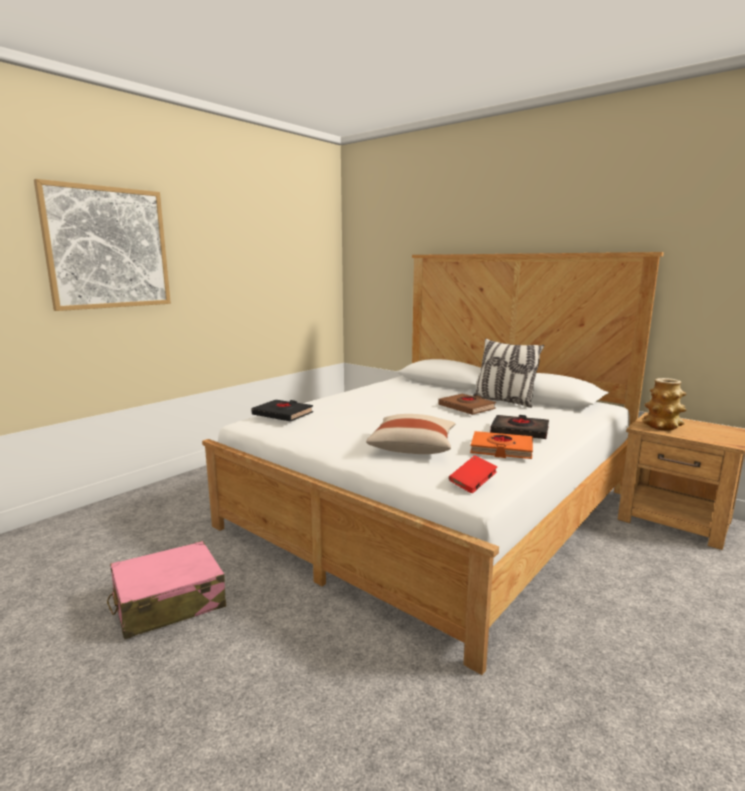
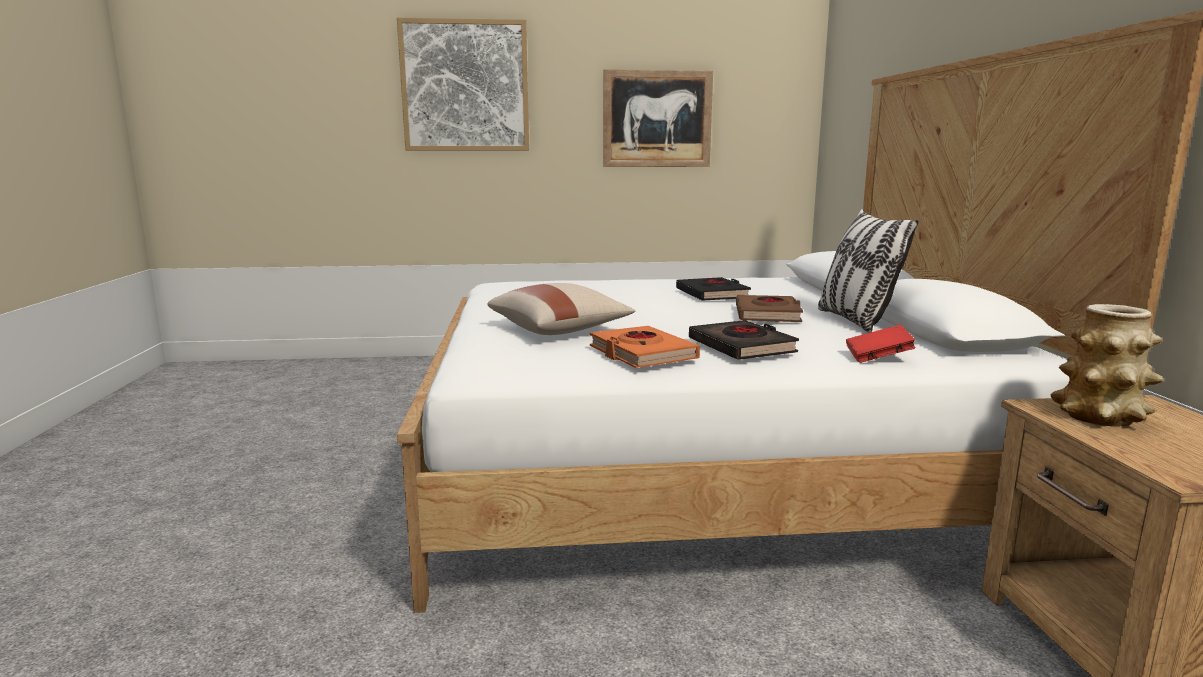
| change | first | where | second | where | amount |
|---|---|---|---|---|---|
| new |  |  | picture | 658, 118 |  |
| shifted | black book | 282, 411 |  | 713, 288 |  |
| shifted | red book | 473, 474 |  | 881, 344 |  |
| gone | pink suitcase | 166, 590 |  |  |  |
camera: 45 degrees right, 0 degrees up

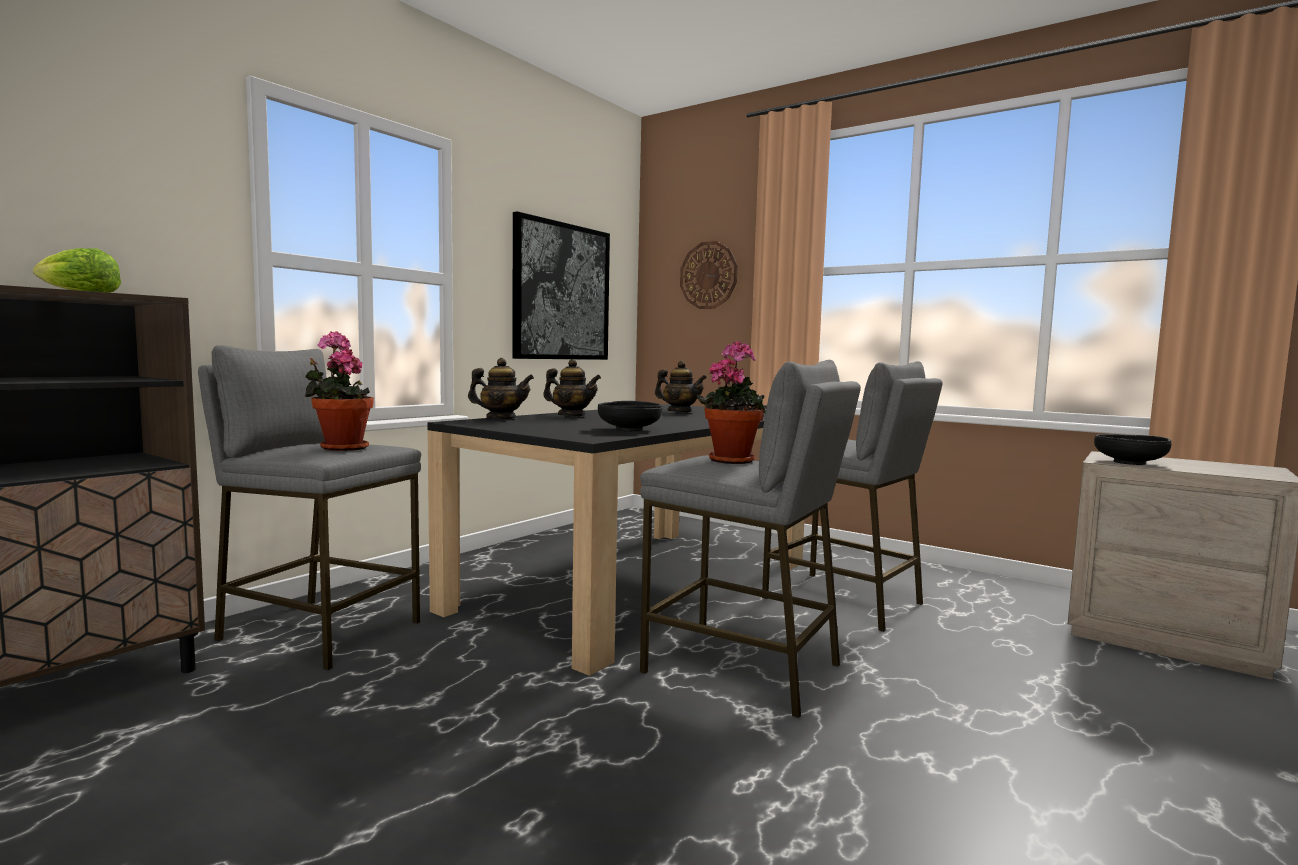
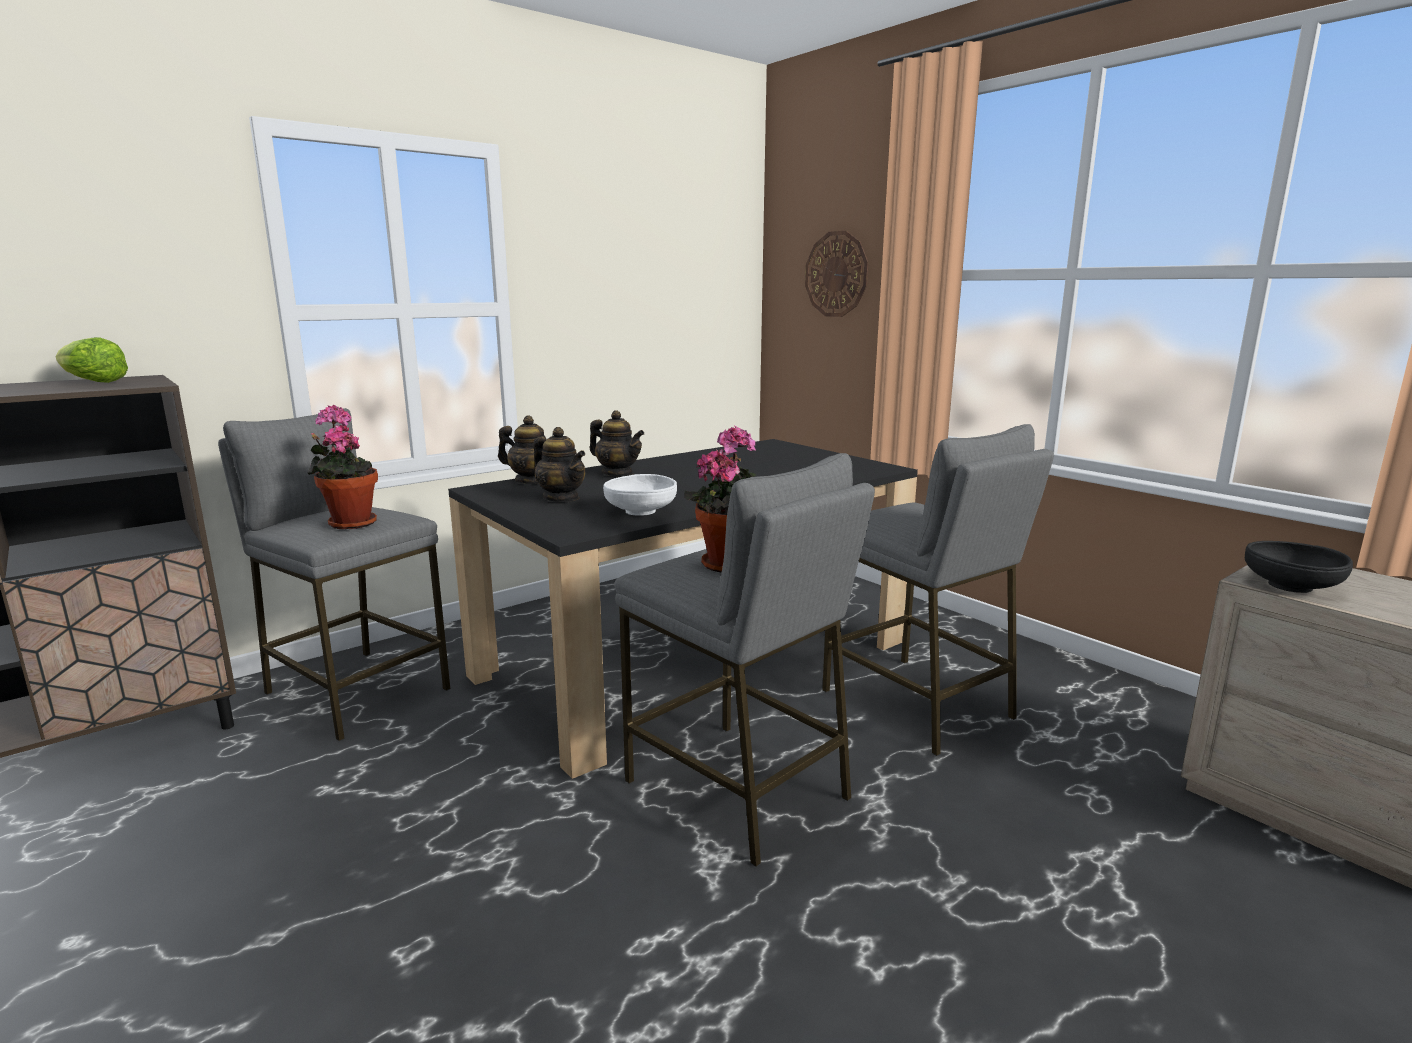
| change | first | where | second | where | amount |
|---|---|---|---|---|---|
| shifted | teapot | 681, 386 |  | 559, 464 |  |
| repainted | black bowl | 630, 416 | white bowl | 640, 495 |  |
| gone | picture | 561, 285 |  |  |  |
camera: 15 degrees right, 10 degrees up

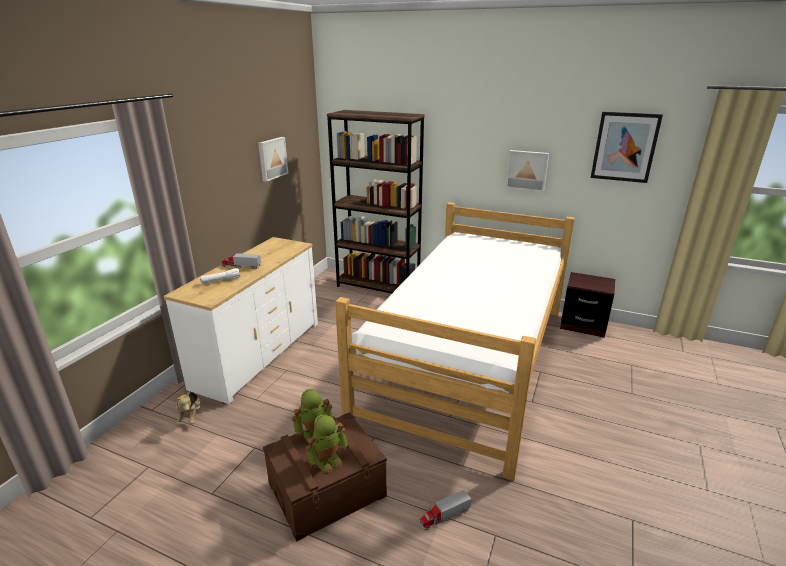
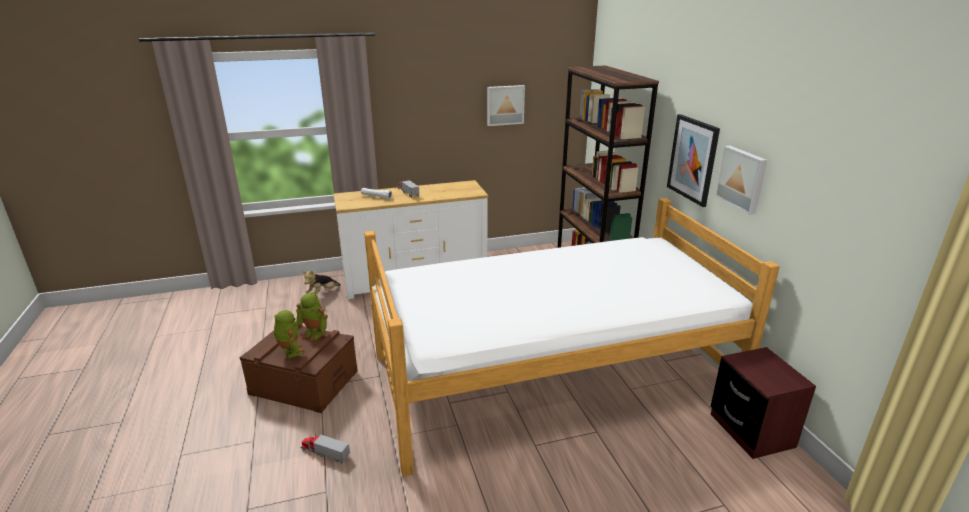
| change | first | where | second | where | amount |
|---|---|---|---|---|---|
| rotated | toy robot | 326, 444 |  | 289, 334 | 135 degrees counterclockwise |
| shifted | picture | 627, 147 |  | 693, 160 |  |
camera: 50 degrees right, 0 degrees up

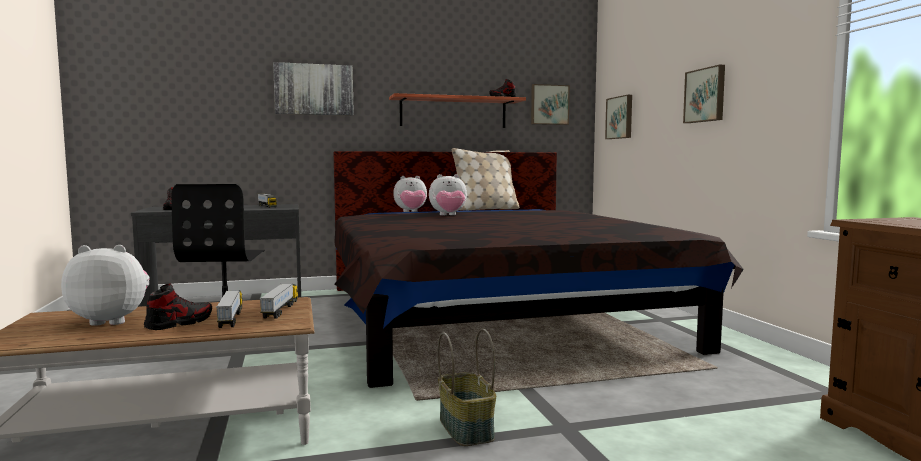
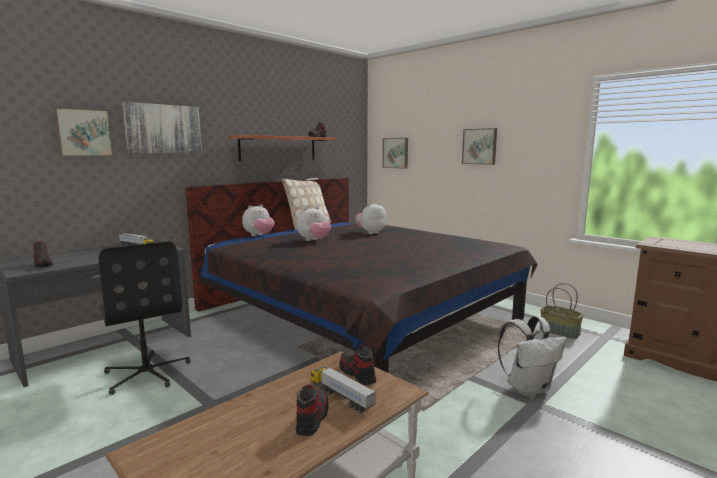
| change | first | where | second | where | amount |
|---|---|---|---|---|---|
| shifted | picture | 550, 104 |  | 83, 132 |  |
| swapped | toy truck | 279, 301 | shoe | 358, 364 |  |
| shifted | plush toy | 105, 285 |  | 371, 218 |  |
| new |  |  | white backpack | 532, 356 |  |
| shifted | basket | 466, 387 |  | 561, 311 |  |
camera: 30 degrees left, 5 degrees up

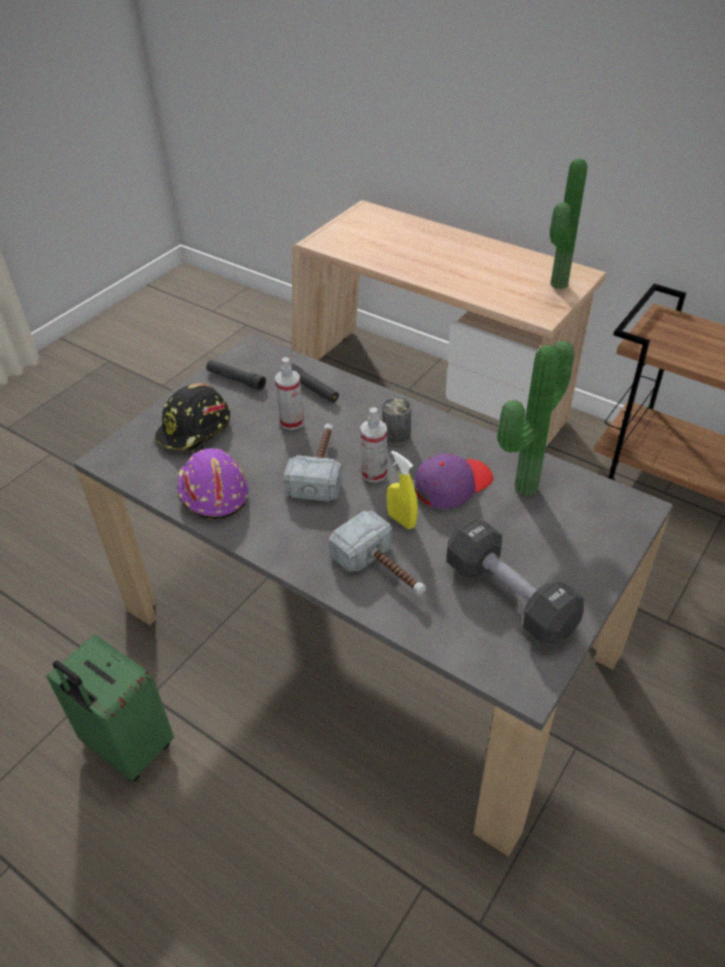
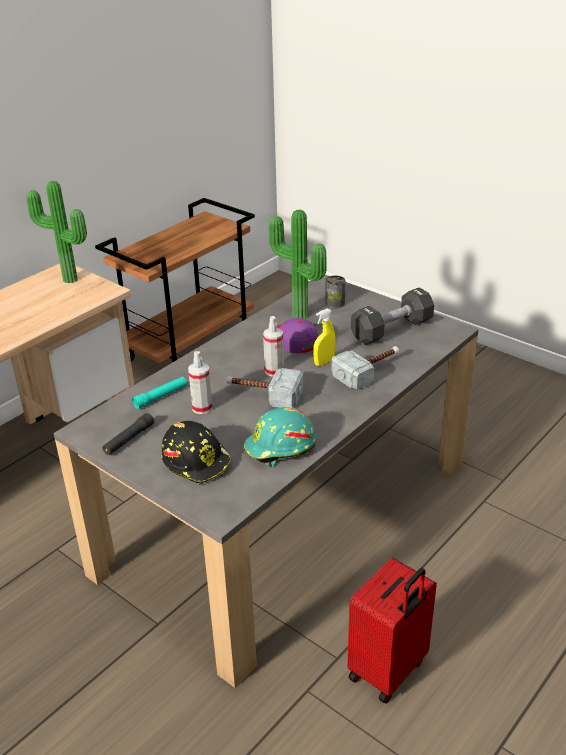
| change | first | where | second | where | amount |
|---|---|---|---|---|---|
| repainted | black flashlight | 314, 383 | turquoise flashlight | 159, 393 |  |
| repainted | purple hard hat | 212, 483 | turquoise hard hat | 280, 437 |  |
| shifted | can | 396, 421 |  | 335, 291 |  |
| repainted | green suitcase | 110, 708 | red suitcase | 392, 631 |  |
camera: 85 degrees left, 10 degrees down

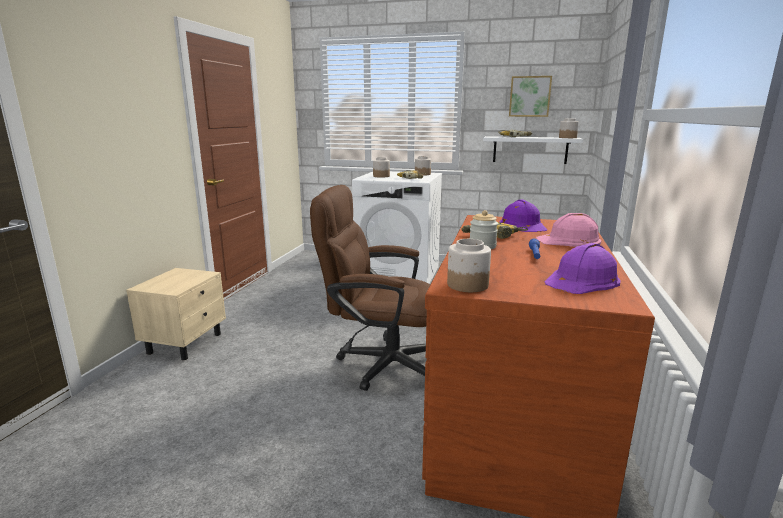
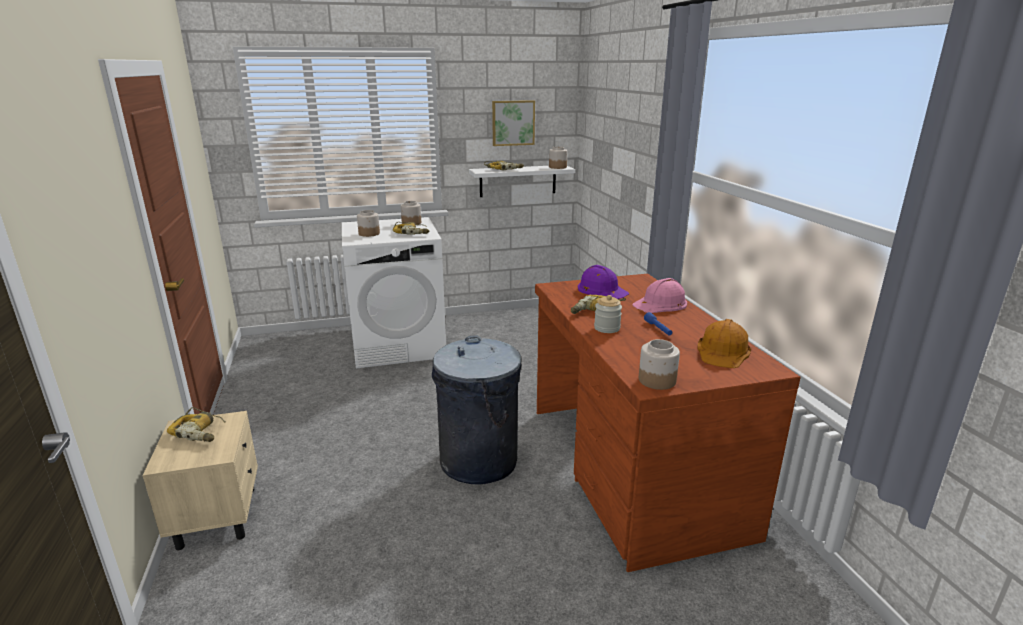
| change | first | where | second | where | amount |
|---|---|---|---|---|---|
| new |  |  | power drill | 196, 424 |  |
| swapped | brown office chair | 370, 288 | grey trash can | 476, 410 |  |
| repainted | purple hard hat | 583, 268 | orange hard hat | 724, 343 |  |
camera: 30 degrees left, 5 degrees up

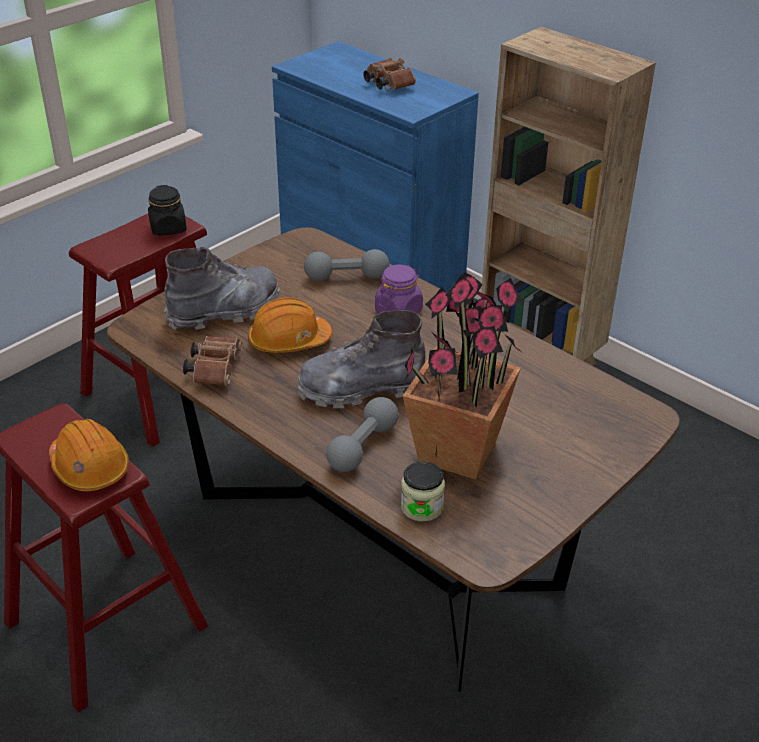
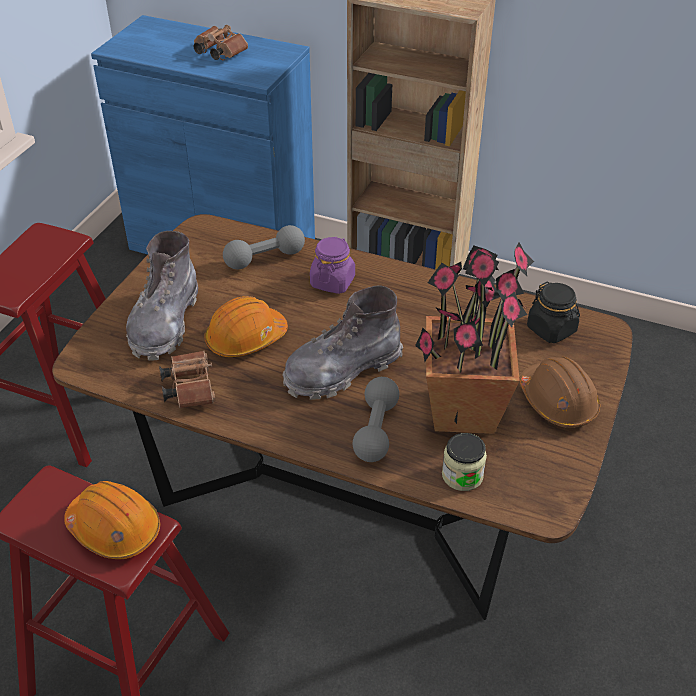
| change | first | where | second | where | amount |
|---|---|---|---|---|---|
| rotated | grey boot | 222, 288 |  | 162, 296 | 150 degrees clockwise |
| new |  |  | brown hard hat | 559, 392 |  |
| shifted | black jar | 167, 210 |  | 553, 312 |  |
camera: 20 degrees left, 5 degrees up

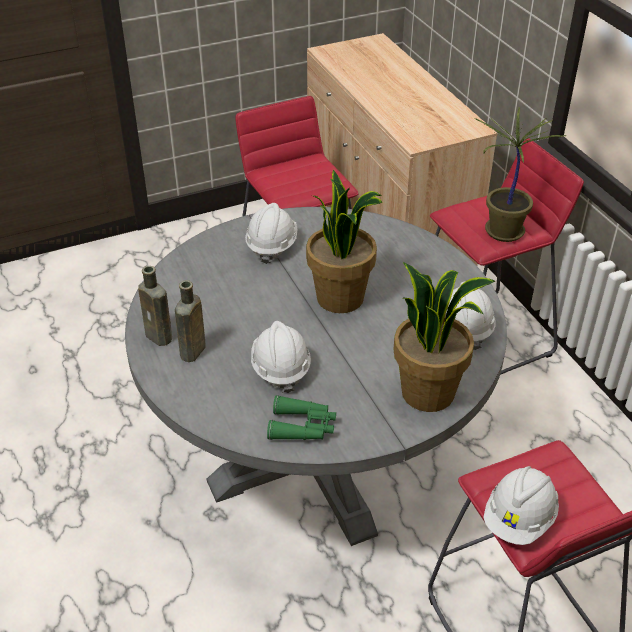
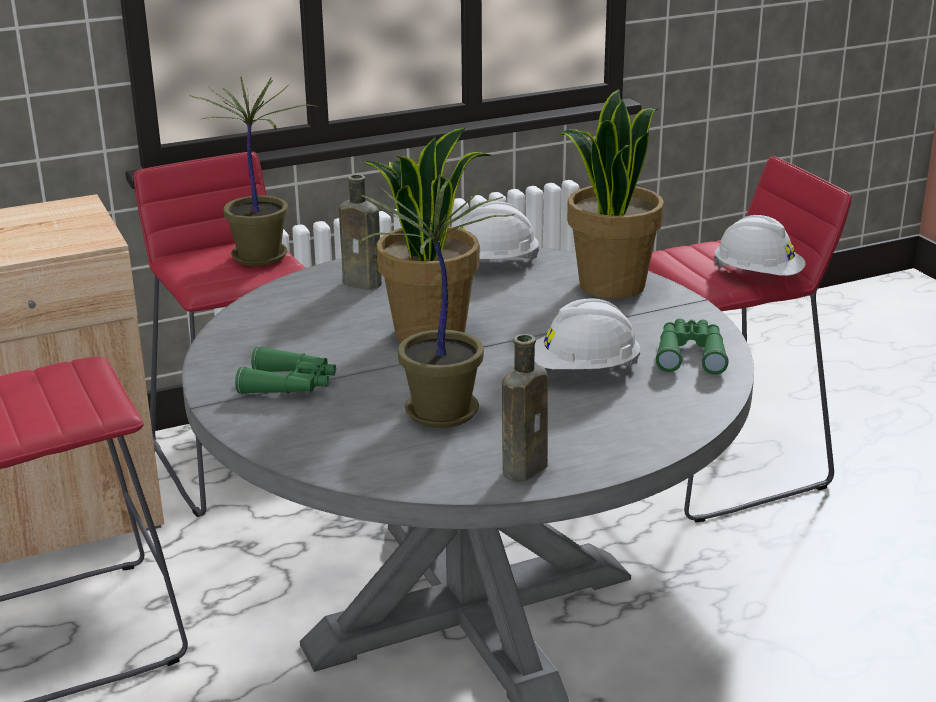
| change | first | where | second | where | amount |
|---|---|---|---|---|---|
| swapped | white hard hat | 271, 233 | green binoculars | 285, 370 |  |
| shifted | brown bottle | 190, 321 |  | 360, 232 |  |
| new |  |  | potted plant | 438, 301 |  |
camera: 90 degrees left, 15 degrees down

